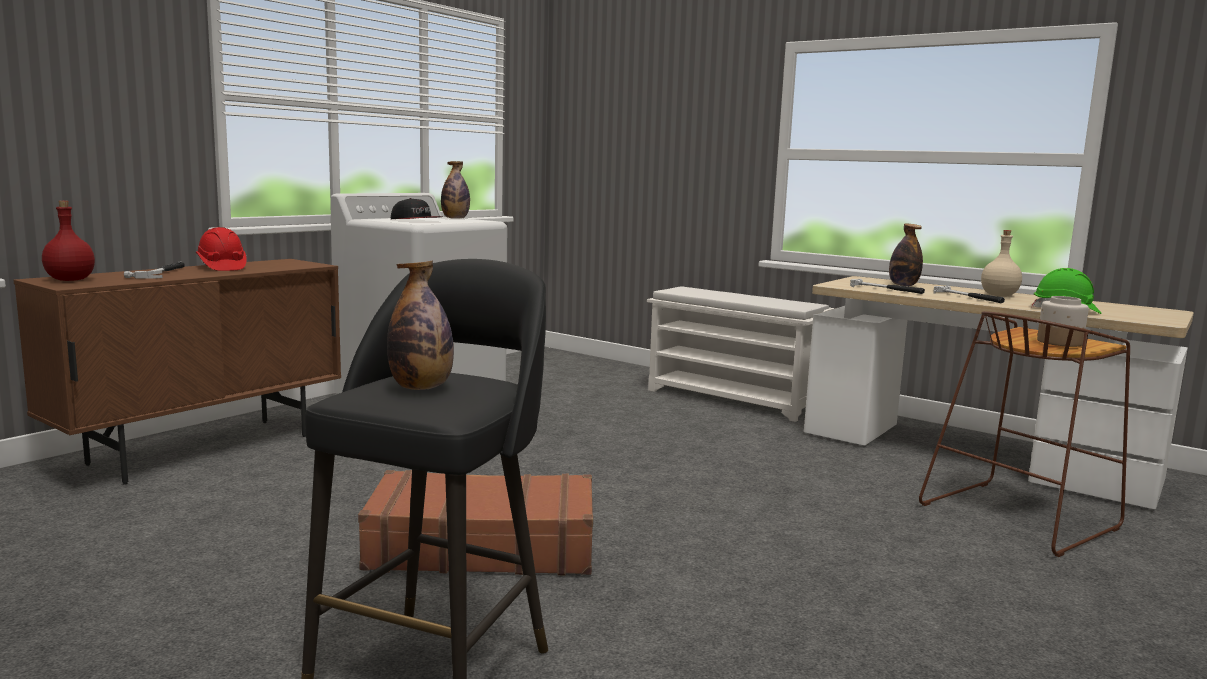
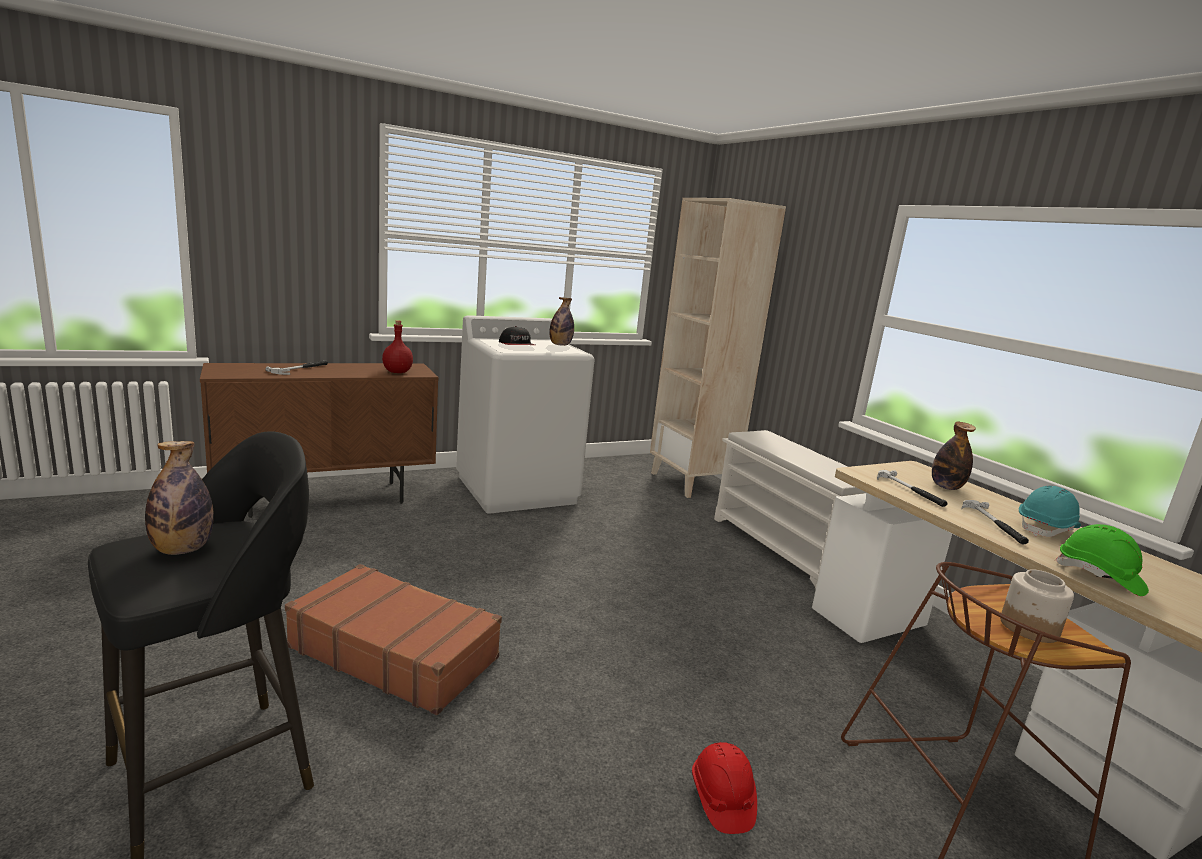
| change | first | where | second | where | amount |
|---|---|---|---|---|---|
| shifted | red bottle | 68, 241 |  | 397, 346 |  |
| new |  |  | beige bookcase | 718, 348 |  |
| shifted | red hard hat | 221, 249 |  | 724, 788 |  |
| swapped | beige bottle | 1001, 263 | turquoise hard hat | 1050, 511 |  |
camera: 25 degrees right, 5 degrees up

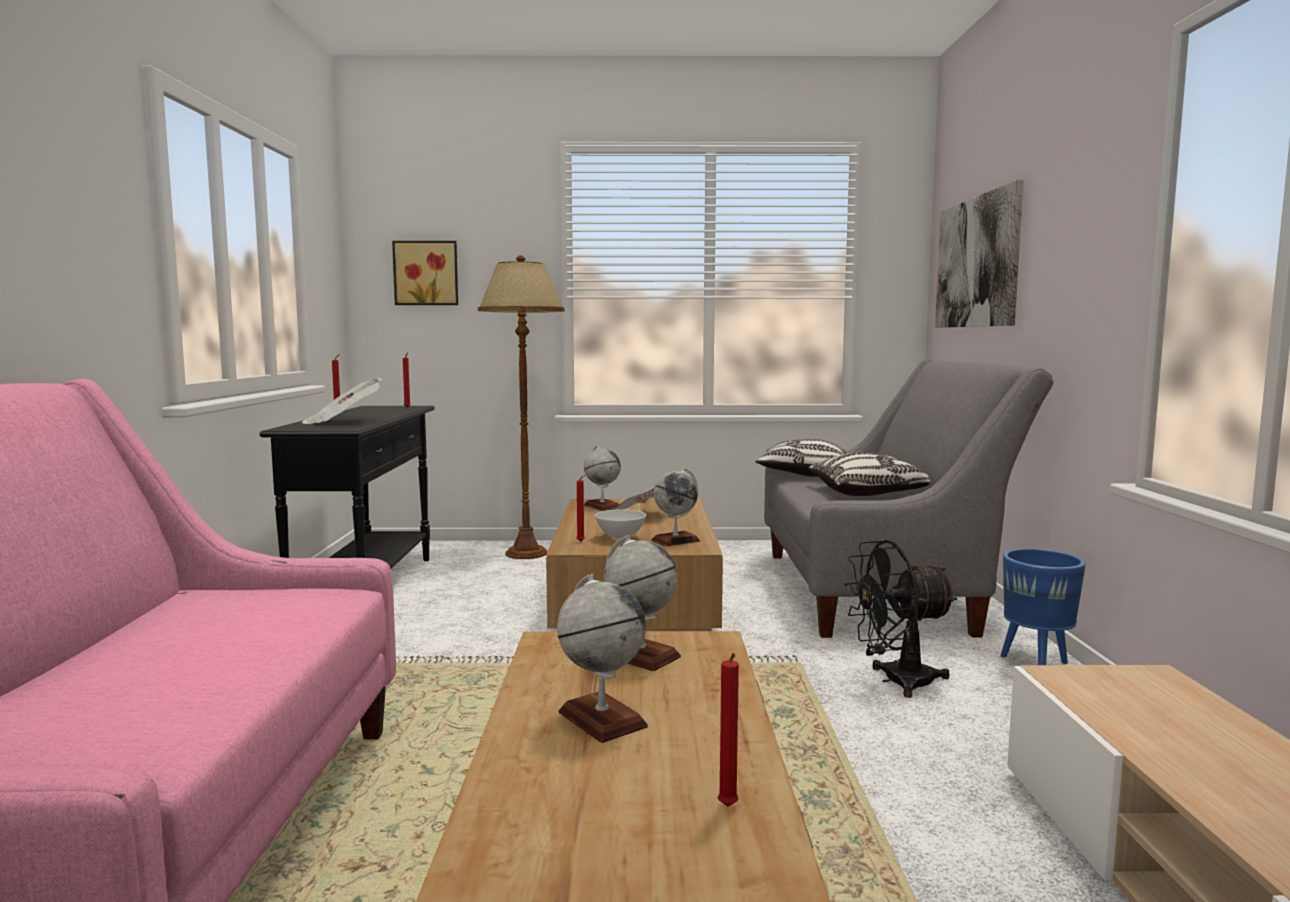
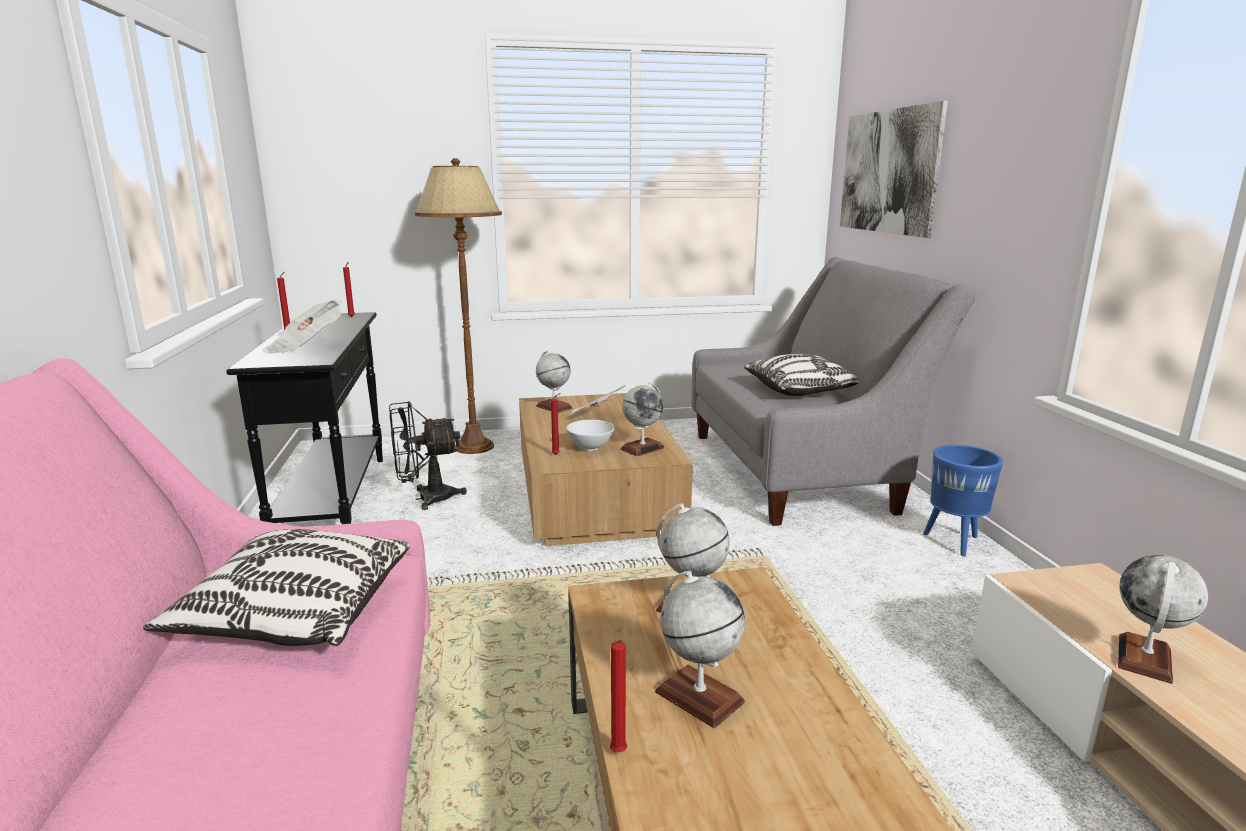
| change | first | where | second | where | amount |
|---|---|---|---|---|---|
| shifted | pillow | 801, 458 |  | 276, 587 |  |
| shifted | black fan | 900, 619 |  | 428, 455 |  |
| shifted | red candle | 728, 729 |  | 618, 696 |  |
| new |  |  | globe | 1163, 619 |  |
| gone | picture | 425, 273 |  |  |  |
camera: 10 degrees left, 10 degrees up

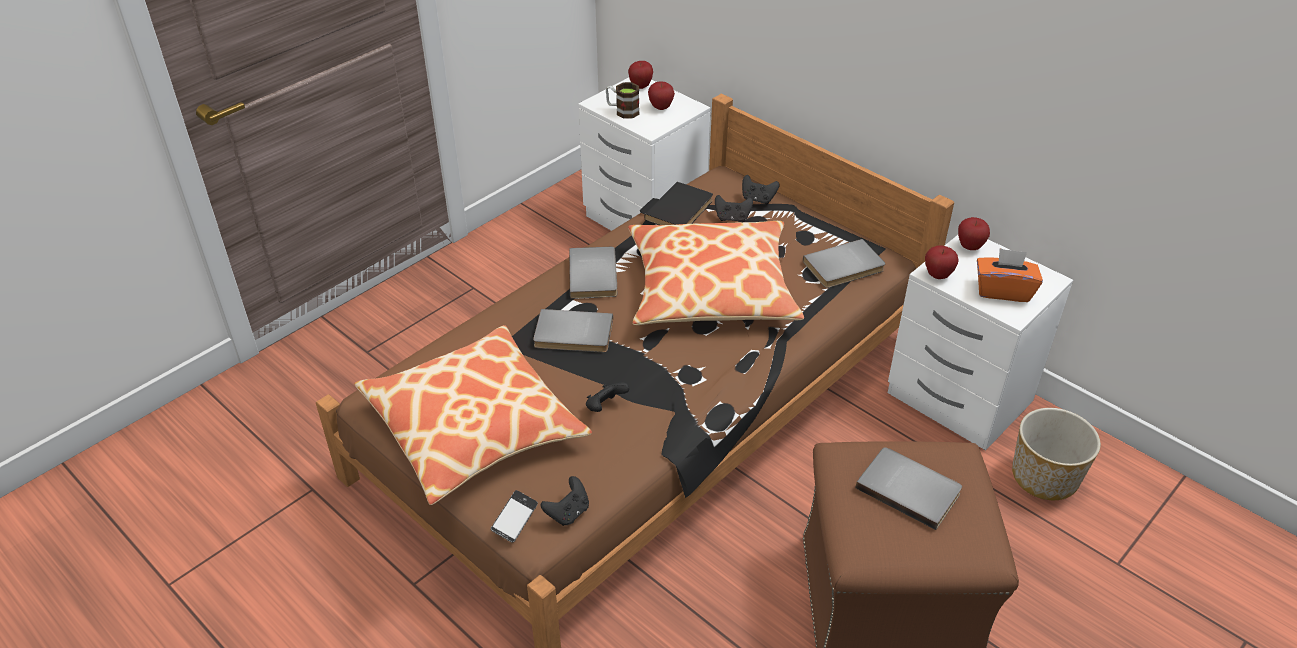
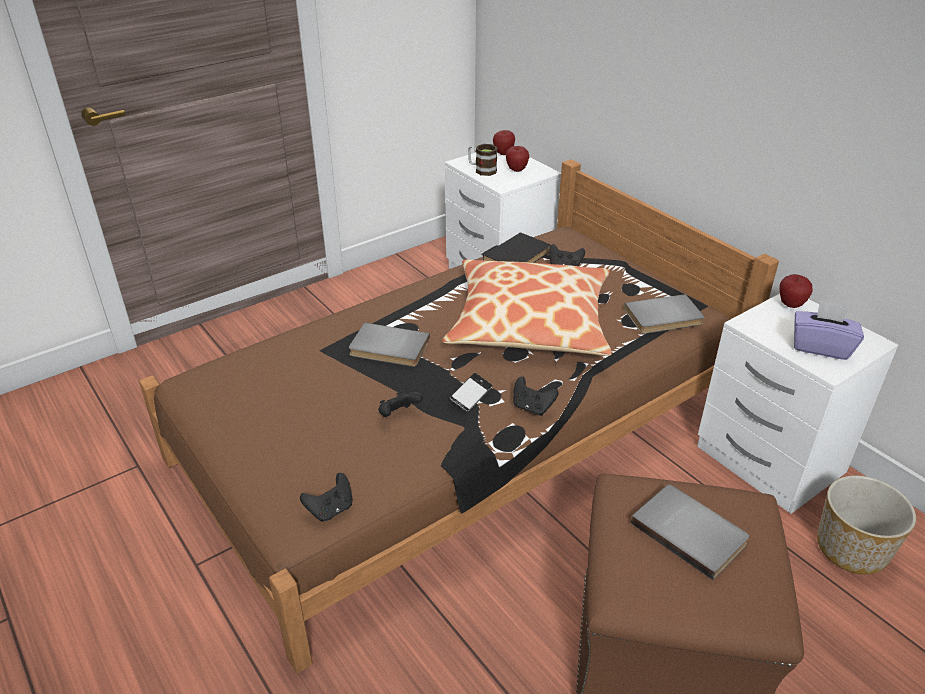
| change | first | where | second | where | amount |
|---|---|---|---|---|---|
| shifted | phone | 514, 516 |  | 471, 392 |  |
| shifted | black game controller | 760, 190 |  | 536, 396 |  |
| repainted | orange tissue box | 1010, 275 | purple tissue box | 829, 330 |  |
| gone | pillow | 473, 415 |  |  |  |
| gone | grey book | 593, 273 |  |  |  |
| gone | apple | 942, 262 |  |  |  |
camera: 10 degrees right, 5 degrees down

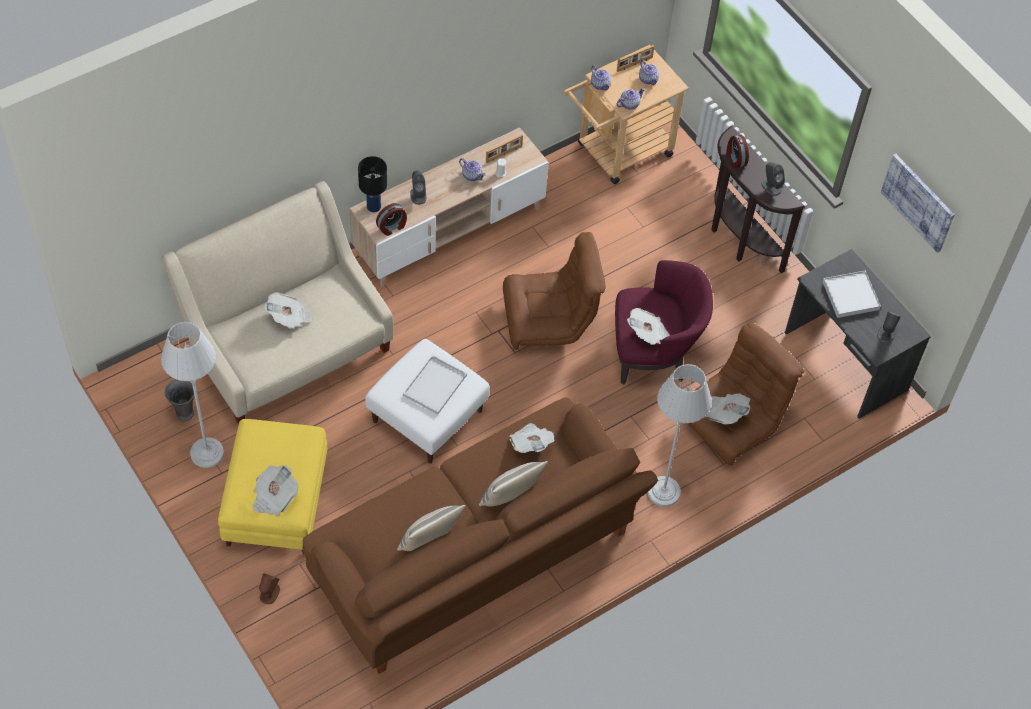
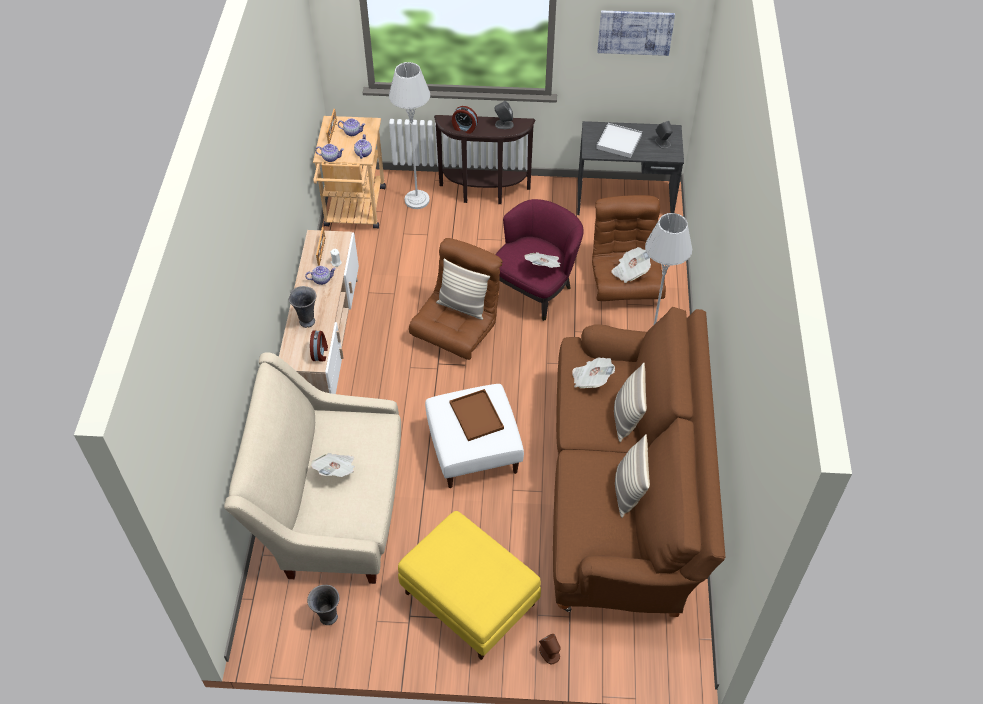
| change | first | where | second | where | amount |
|---|---|---|---|---|---|
| swapped | grey speaker | 418, 187 | grey vase | 302, 307 |  |
| shifted | grey floor lamp | 192, 395 |  | 409, 135 |  |
| new |  |  | pillow | 463, 289 |  |
| repainted | white tray | 435, 384 | brown tray | 477, 415 |  |
| gone | newspaper | 275, 491 |  |  |  |
| gone | black table lamp | 372, 184 |  |  |  |
camera: 50 degrees left, 5 degrees down

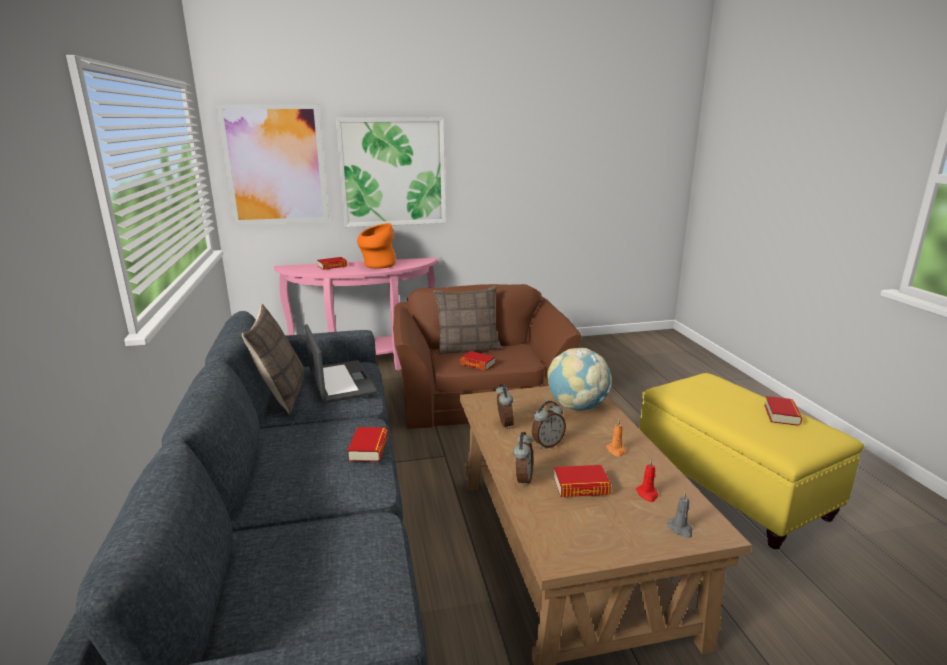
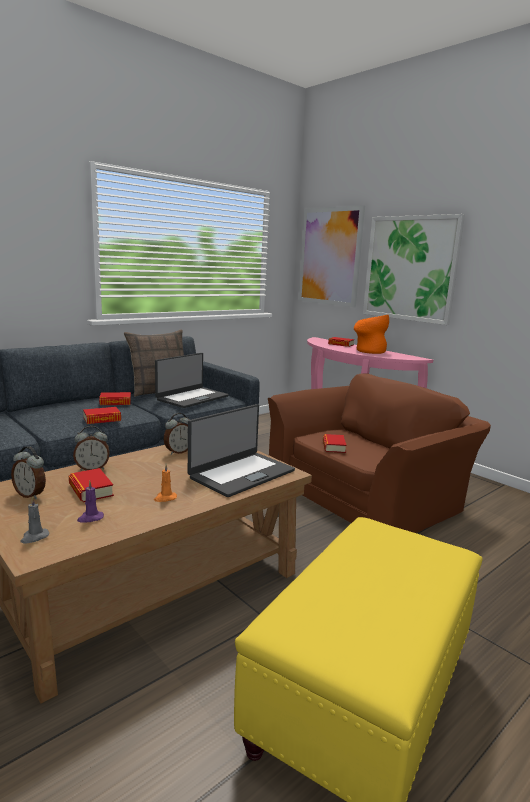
| change | first | where | second | where | amount |
|---|---|---|---|---|---|
| shifted | alarm clock | 549, 425 |  | 28, 472 |  |
| repainted | red candle | 647, 480 | purple candle | 90, 501 |  |
| shifted | book | 783, 411 |  | 115, 398 |  |
| swapped | globe | 579, 379 | laptop | 241, 450 |  |
| gone | pillow | 467, 320 |  |  |  |
camera: 60 degrees right, 5 degrees down

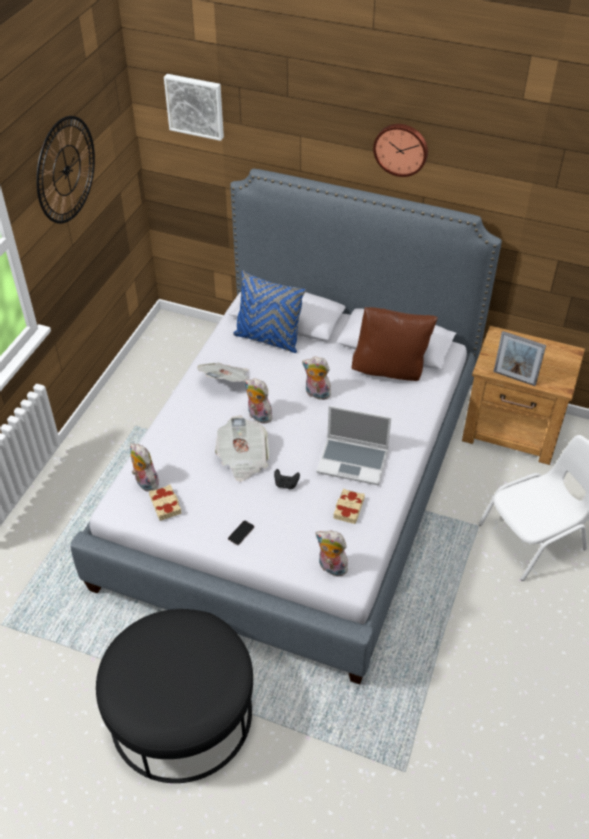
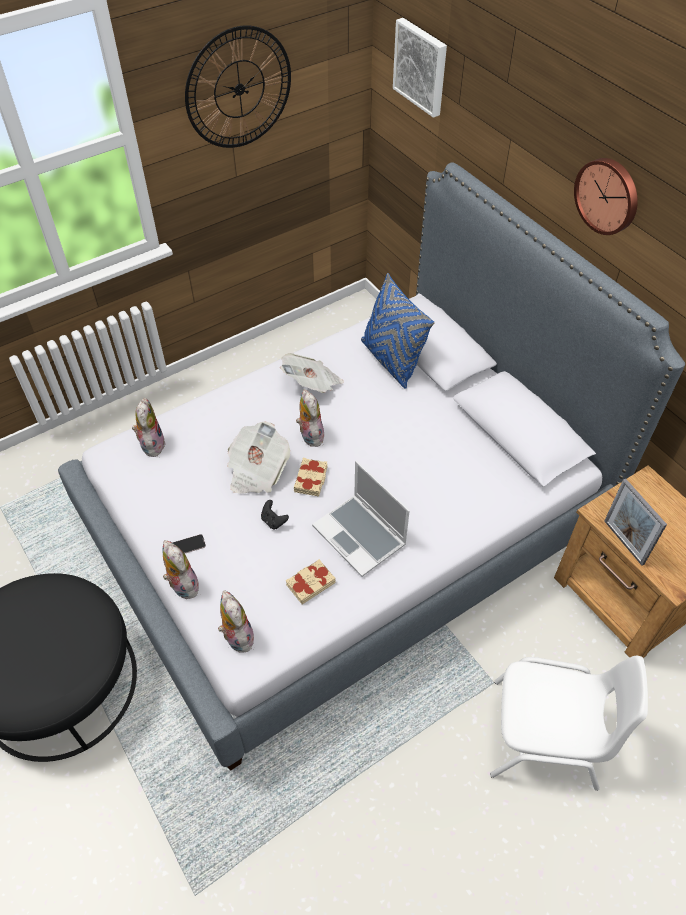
| change | first | where | second | where | amount |
|---|---|---|---|---|---|
| shifted | plush toy | 316, 378 |  | 181, 569 |  |
| shifted | beige book | 165, 503 |  | 311, 477 |  |
| gone | brown pillow | 395, 344 |  |  |  |
camera: 35 degrees right, 5 degrees up

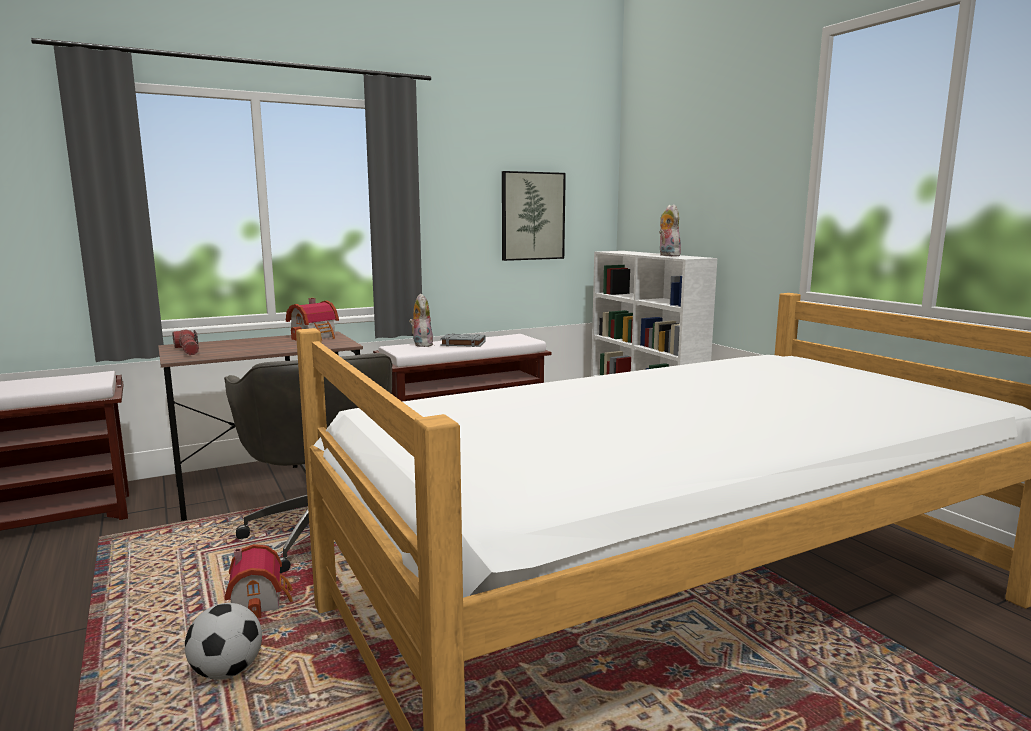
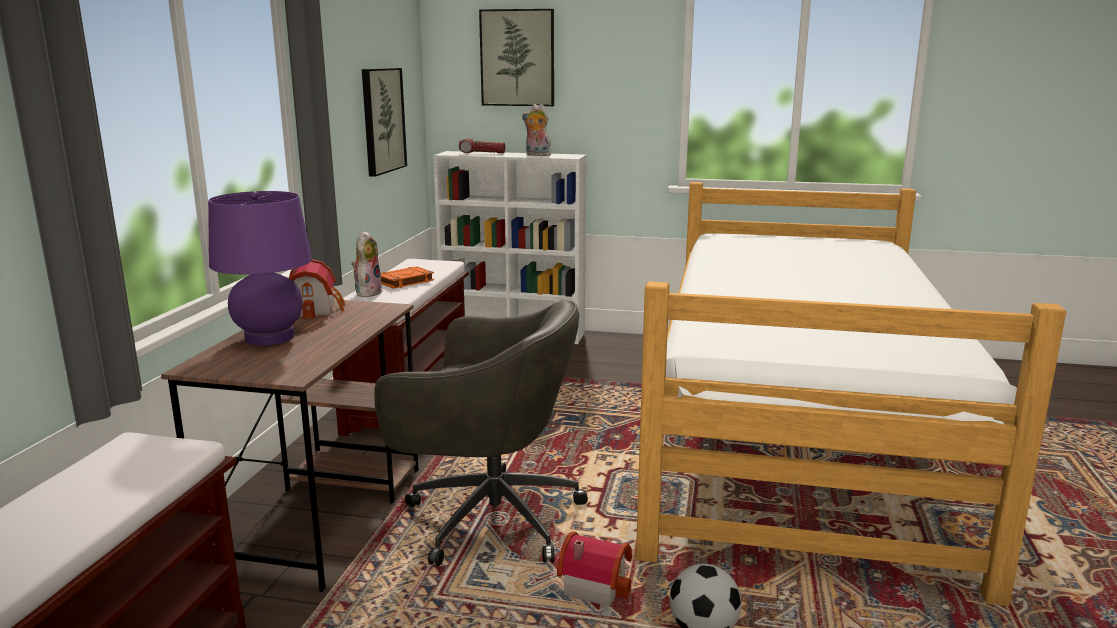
| change | first | where | second | where | amount |
|---|---|---|---|---|---|
| new |  |  | purple table lamp | 260, 268 |  |
| rotated | plush toy | 421, 320 |  | 366, 264 | 75 degrees clockwise |
| repainted | grey book | 463, 340 | orange book | 407, 277 |  |
| shifted | flashlight | 186, 342 |  | 482, 145 |  |
| new |  |  | picture | 516, 57 |  |
camera: 50 degrees left, 5 degrees up

